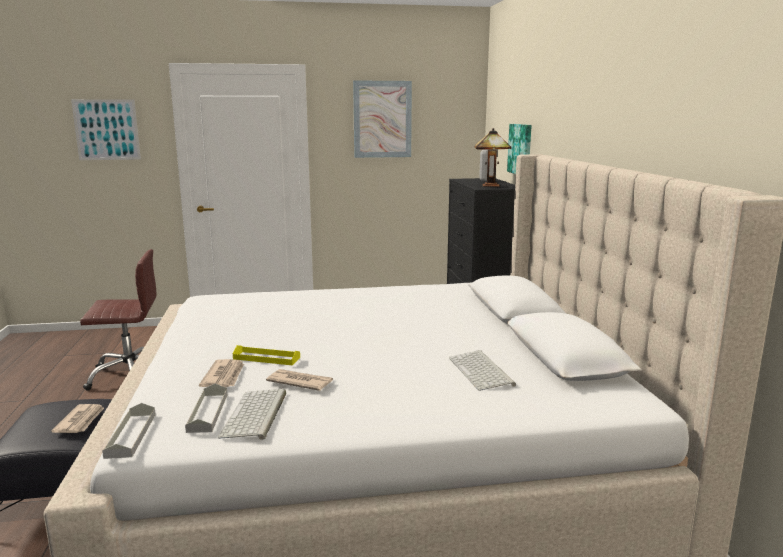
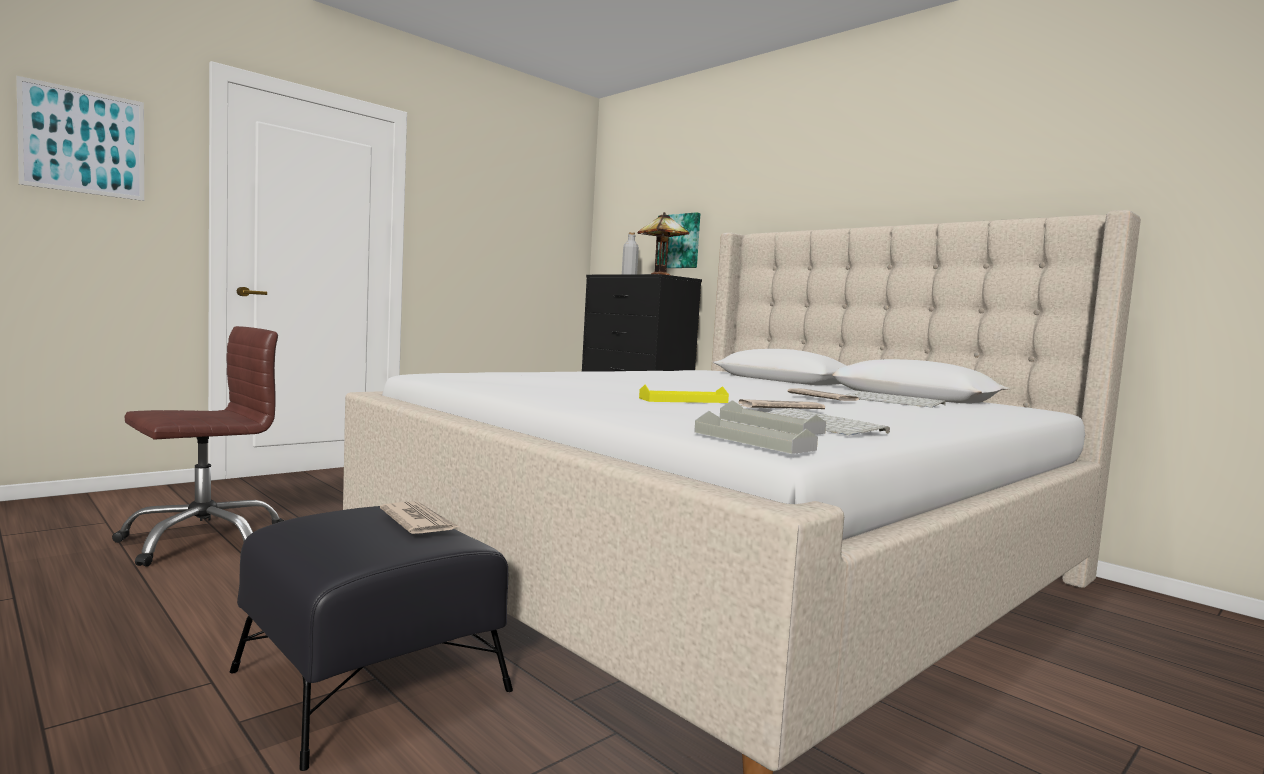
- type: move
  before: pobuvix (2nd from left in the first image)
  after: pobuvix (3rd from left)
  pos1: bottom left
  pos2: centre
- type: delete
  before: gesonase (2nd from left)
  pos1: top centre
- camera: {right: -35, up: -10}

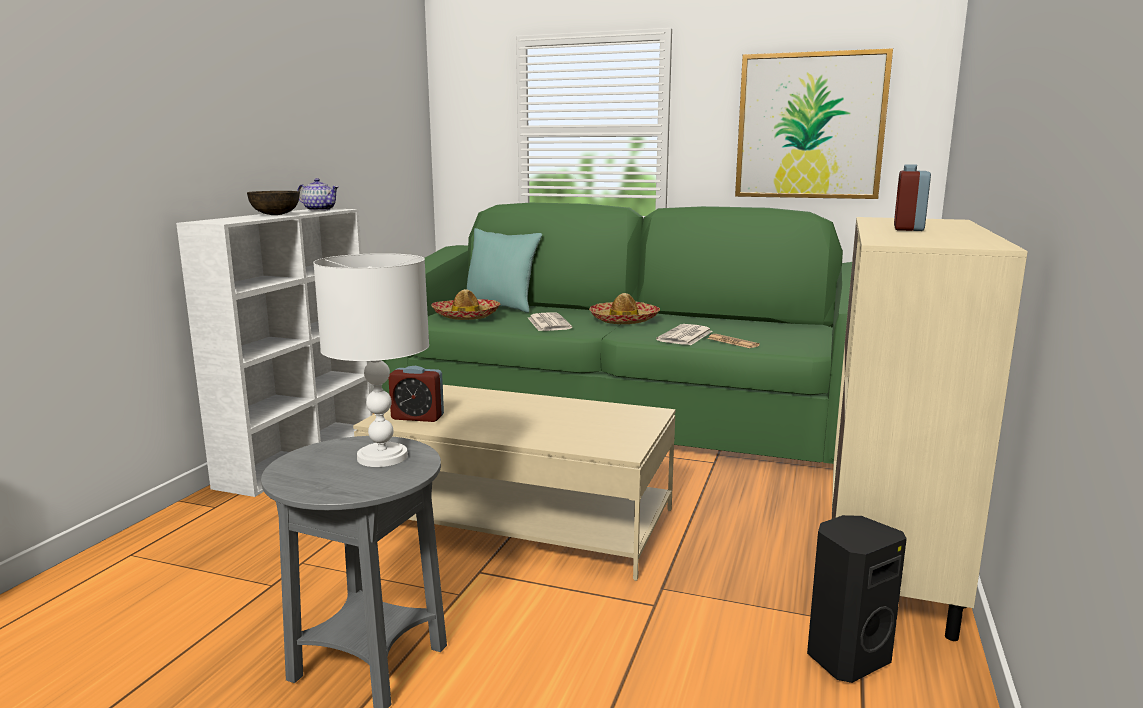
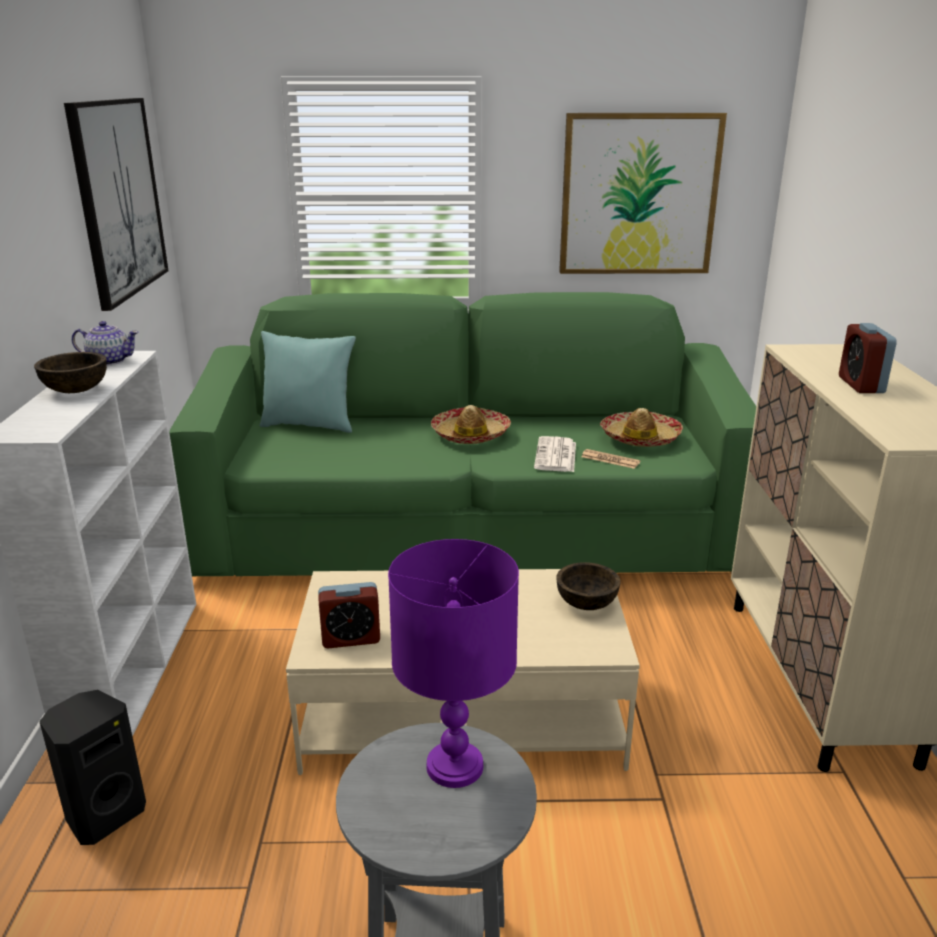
- type: recolor
  before: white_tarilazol
  after: purple_tarilazol
  pos1: middle left
  pos2: bottom centre
- type: move
  before: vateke (1st from left in the first image)
  after: vateke (2nd from left)
  pos1: centre
  pos2: middle right
- type: delete
  before: pobuvix (1st from left)
  pos1: centre
- type: move
  before: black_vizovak
  pos1: bottom right
  pos2: bottom left
- type: insert
  after: gesonase (1st from left)
  pos2: top left
- type: insert
  after: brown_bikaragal (2nd from left)
  pos2: centre
- camera: {right: -20, up: 10}

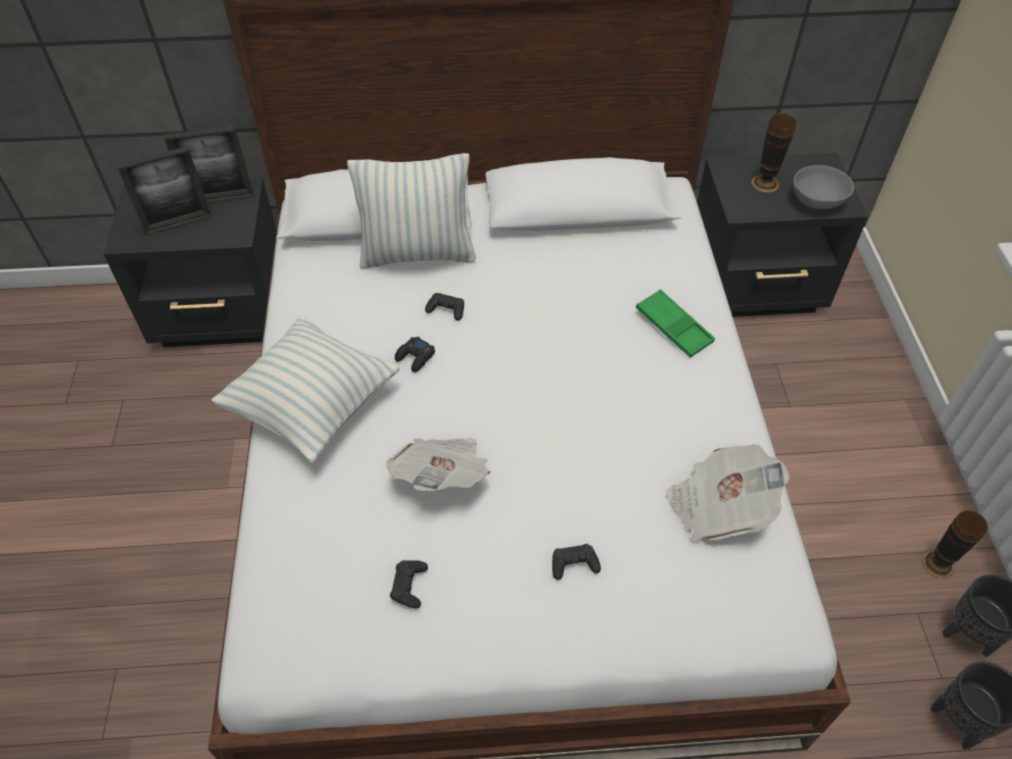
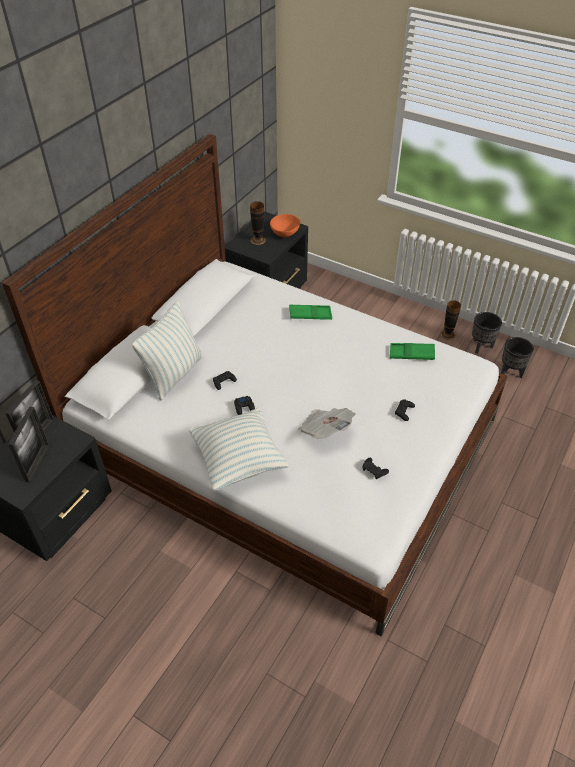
- type: replace
  before: pobuvix (2nd from left)
  after: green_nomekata (2nd from left)
  pos1: middle right
  pos2: middle right
- type: recolor
  before: grey_bikaragal
  after: orange_bikaragal
  pos1: top right
  pos2: top centre
- camera: {right: -55, up: -5}

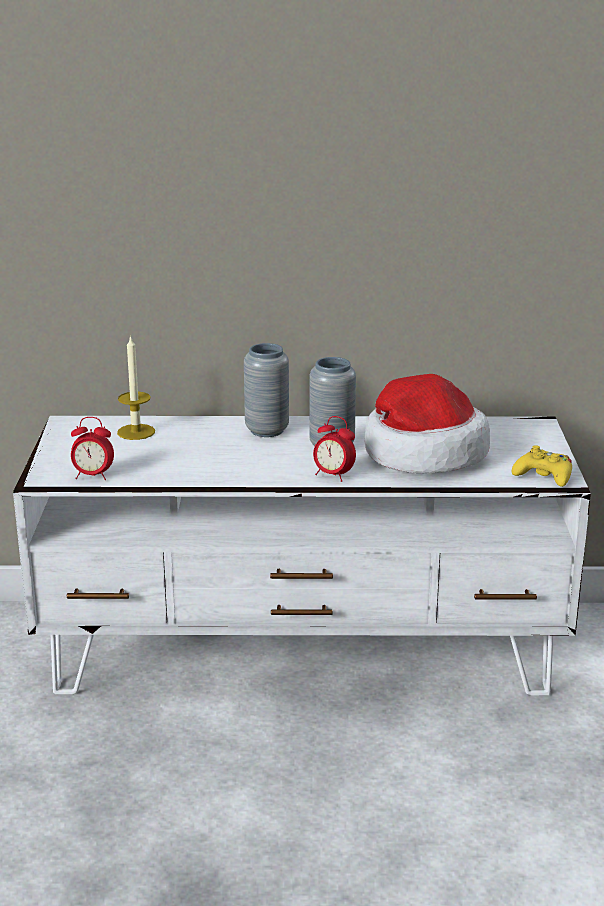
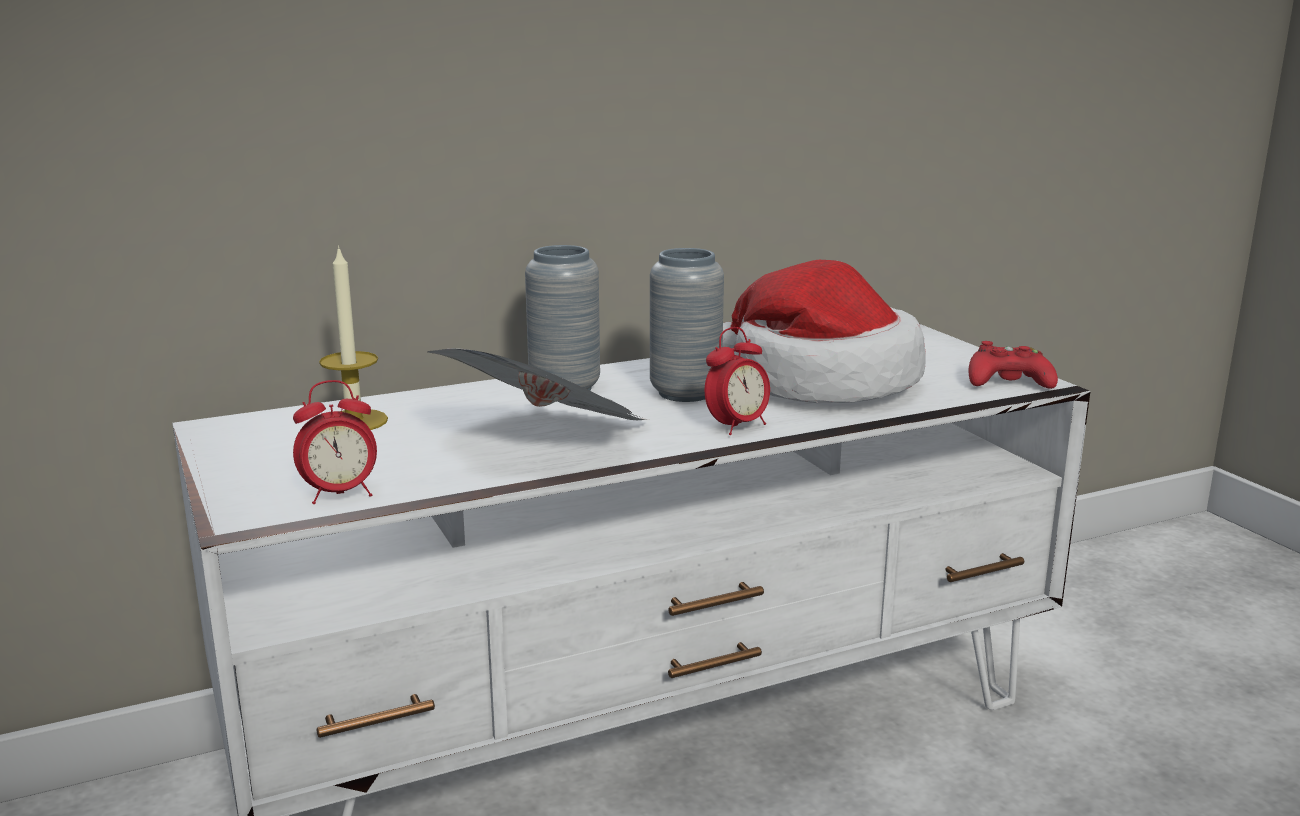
- type: rotate
  before: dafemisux (2nd from left)
  pos1: centre
  pos2: centre
  turn: -45
- type: recolor
  before: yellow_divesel
  after: red_divesel
  pos1: middle right
  pos2: middle right
- type: insert
  after: pobuvix
  pos2: centre
- camera: {right: -25, up: -5}

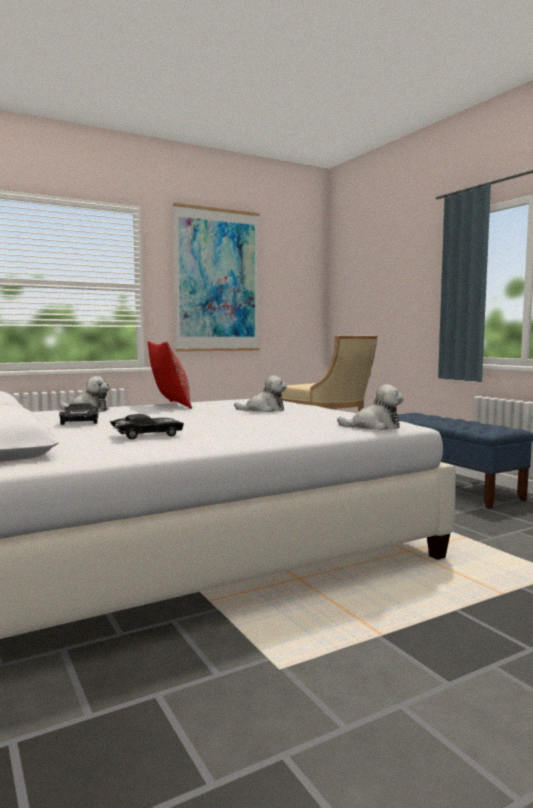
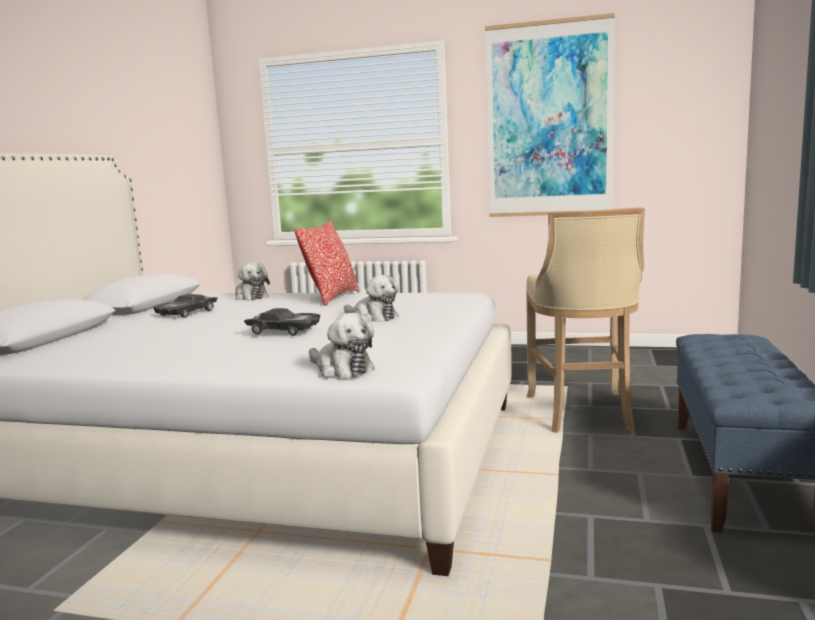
- type: move
  before: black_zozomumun (2nd from left)
  pos1: middle left
  pos2: centre
- camera: {right: 45, up: 5}

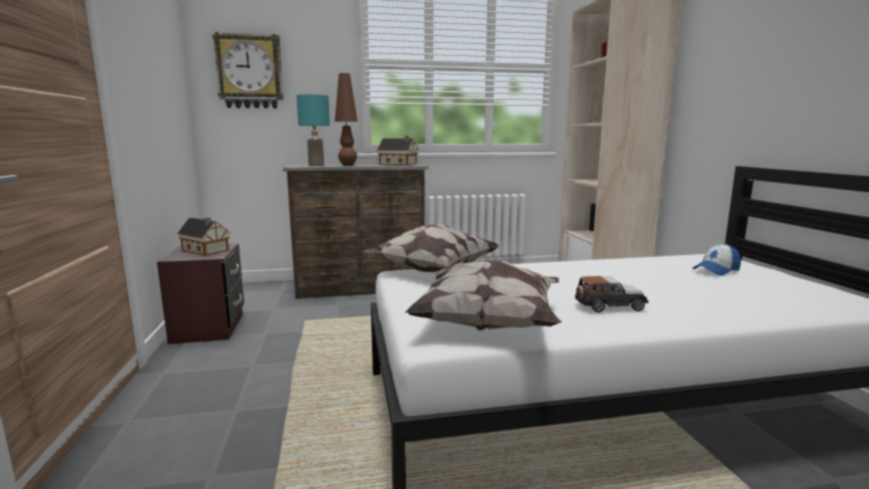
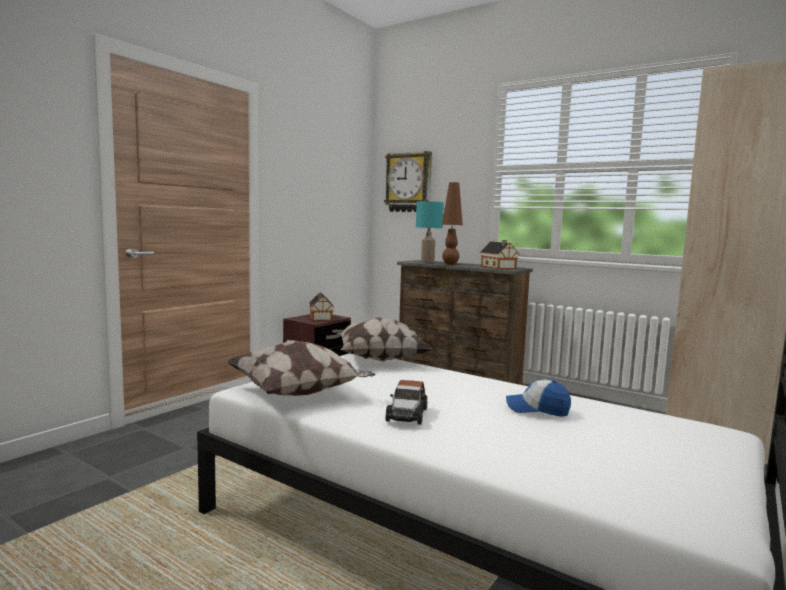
- type: rotate
  before: zozomumun
  pos1: middle right
  pos2: bottom centre
  turn: 60
- type: move
  before: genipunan
  pos1: middle right
  pos2: bottom right
- camera: {right: 45, up: -5}

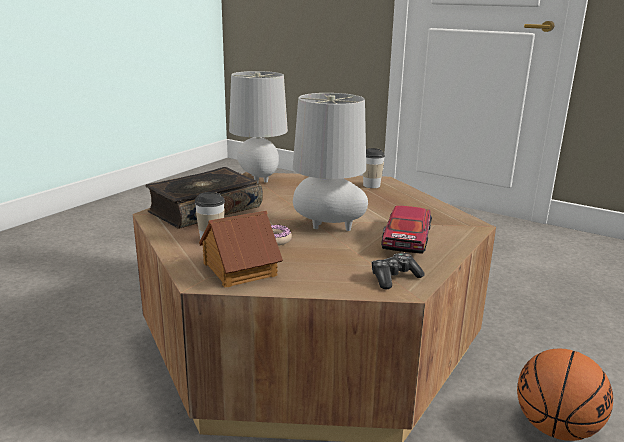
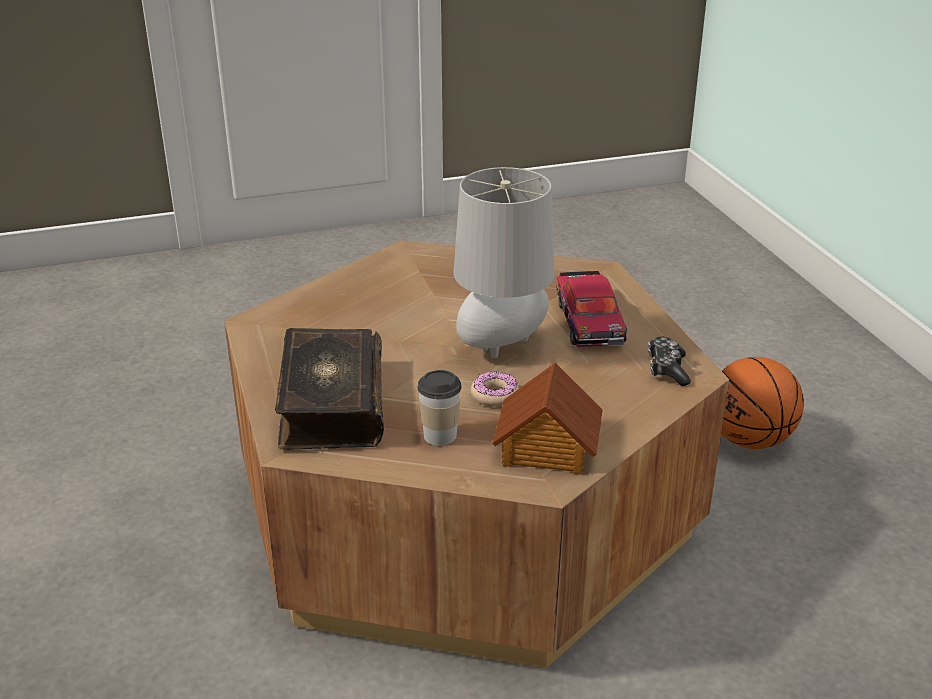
- type: delete
  before: grey_tarilazol (1st from left)
  pos1: top centre
- type: delete
  before: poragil (2nd from left)
  pos1: centre
- type: rotate
  before: zozomumun
  pos1: centre
  pos2: centre
  turn: -150
- camera: {right: -50, up: 10}

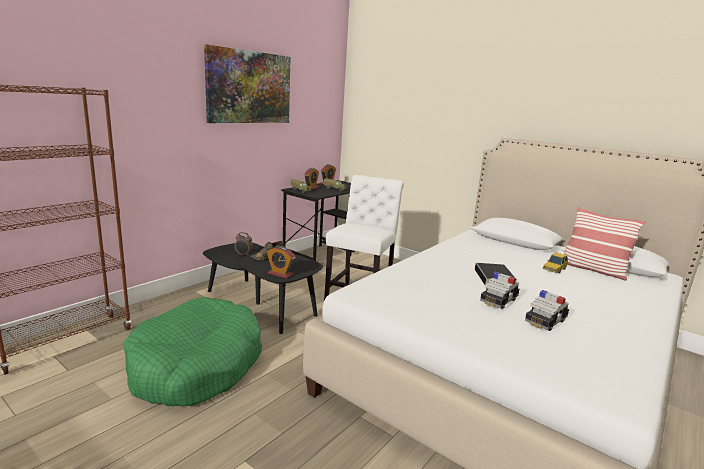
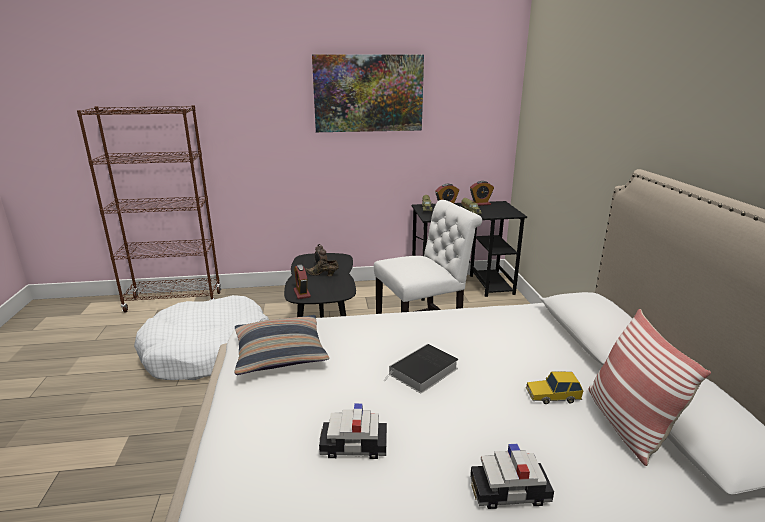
- type: recolor
  before: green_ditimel
  after: white_ditimel
  pos1: bottom left
  pos2: middle left
- type: move
  before: zozomumun (1st from left in the first image)
  after: zozomumun (2nd from left)
  pos1: middle right
  pos2: bottom right
- type: insert
  after: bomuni (1st from left)
  pos2: centre
- camera: {right: 45, up: 5}

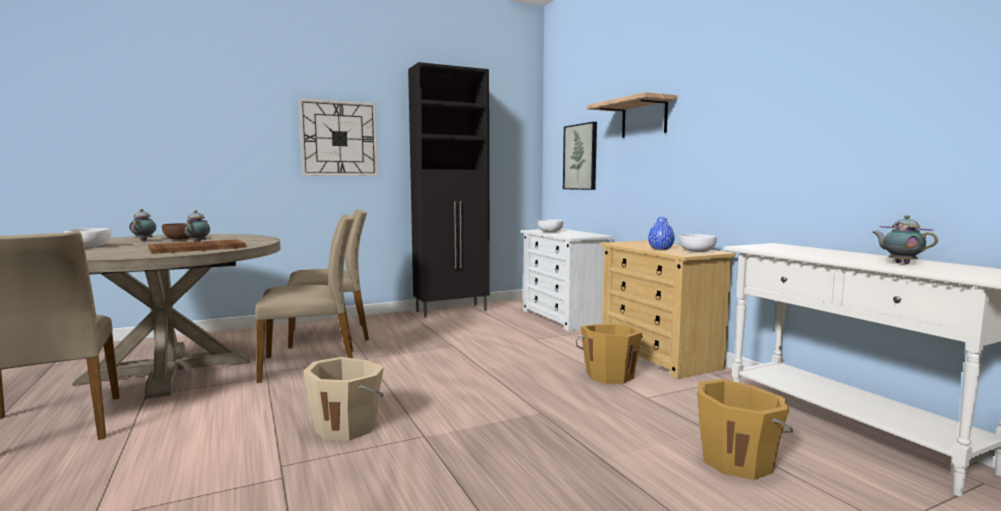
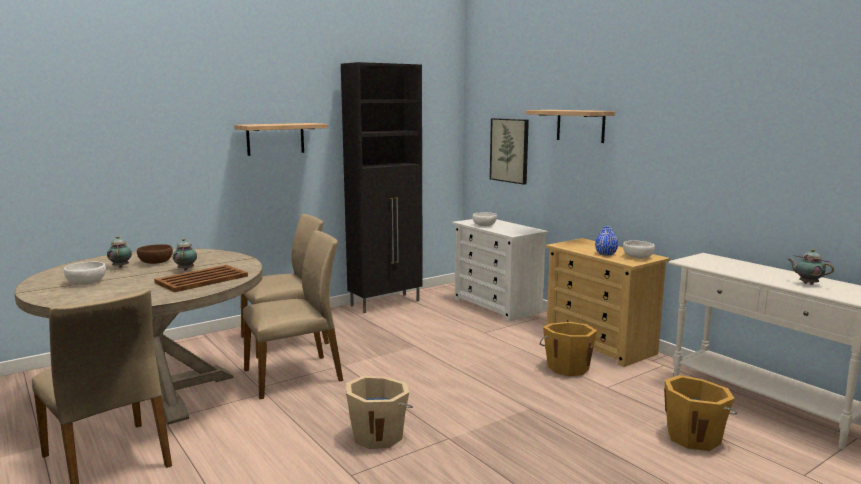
- type: replace
  before: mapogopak
  after: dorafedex (1st from left)
  pos1: top centre
  pos2: top left
- camera: {right: -10, up: 5}

